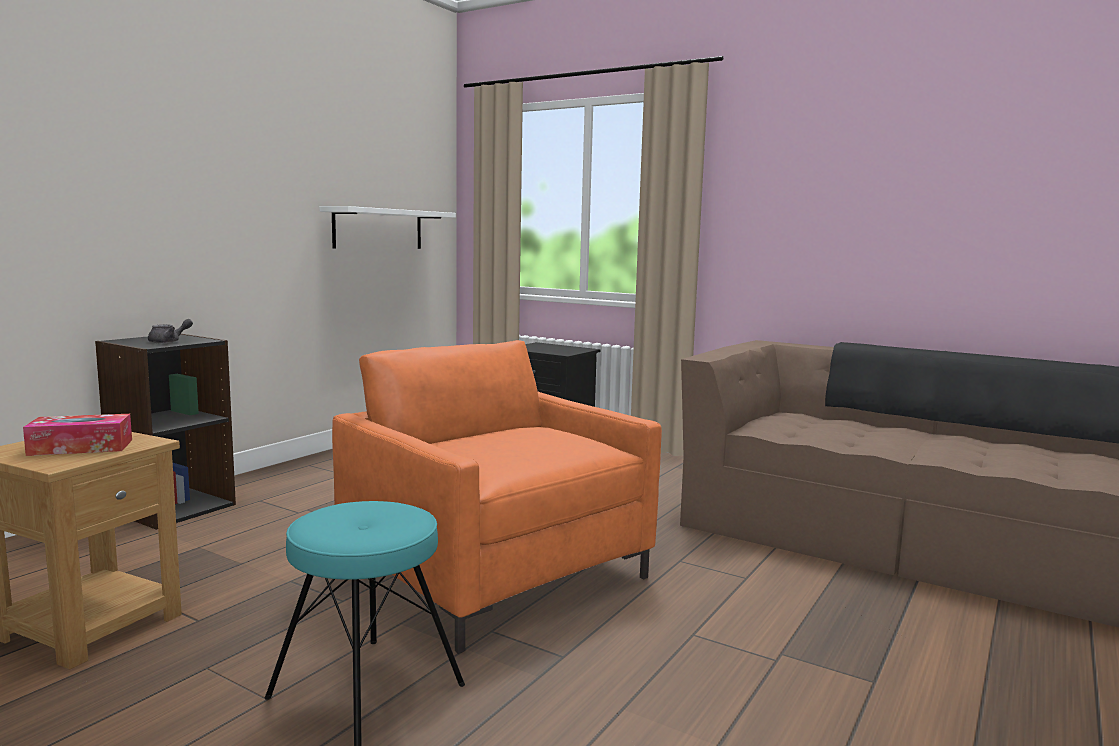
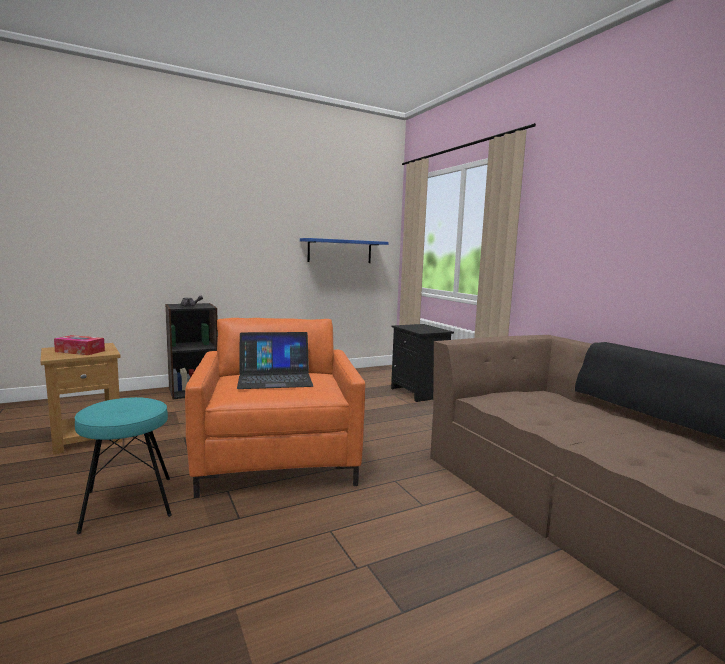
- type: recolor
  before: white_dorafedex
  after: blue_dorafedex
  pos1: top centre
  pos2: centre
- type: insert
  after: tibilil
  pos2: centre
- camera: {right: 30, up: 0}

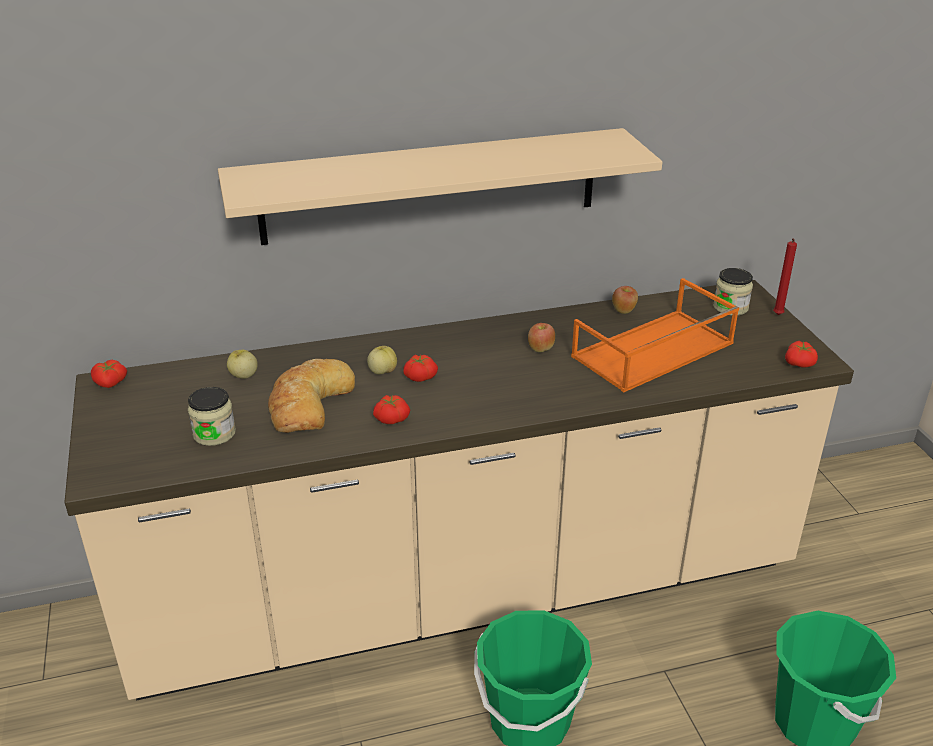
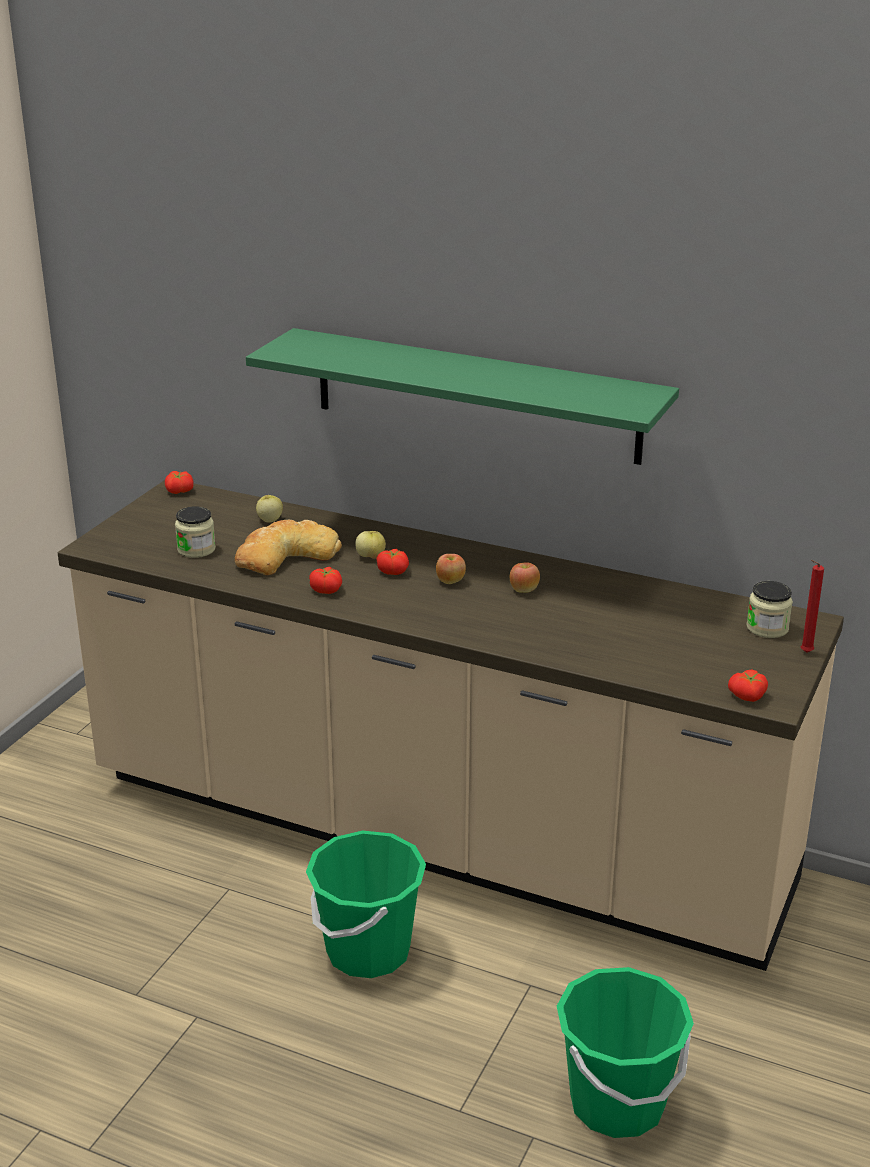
- type: recolor
  before: beige_dorafedex
  after: green_dorafedex
  pos1: top centre
  pos2: centre
- type: delete
  before: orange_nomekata
  pos1: middle right
- type: move
  before: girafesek (4th from left in the first image)
  after: girafesek (3rd from left)
  pos1: middle right
  pos2: centre
- camera: {right: 40, up: -5}

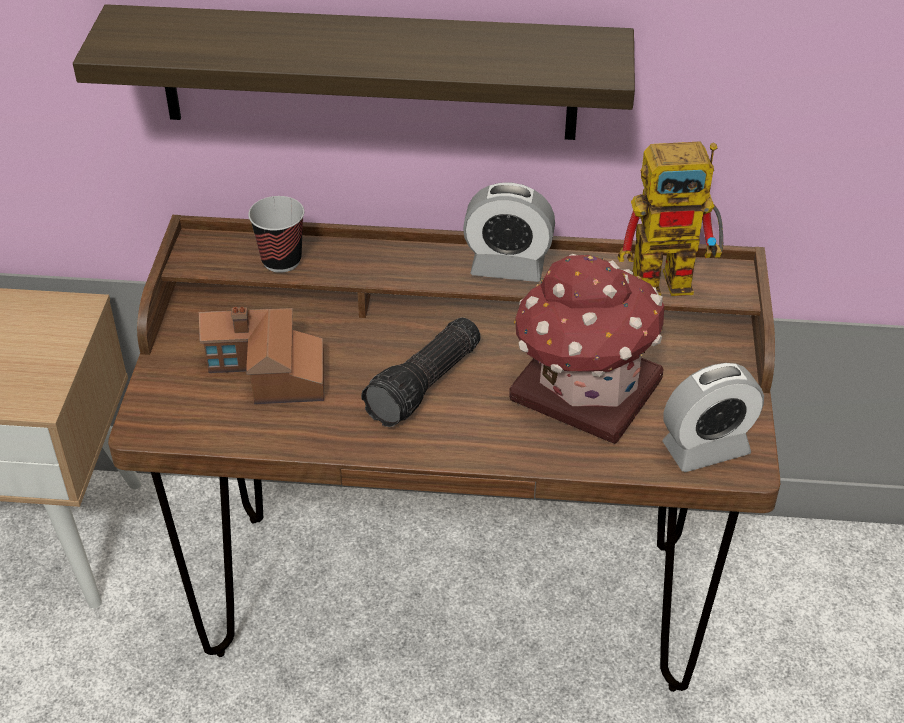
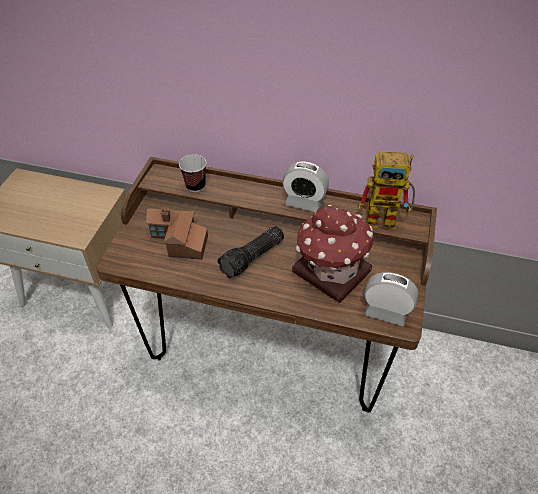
- type: delete
  before: dorafedex
  pos1: top centre
- type: rotate
  before: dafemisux (2nd from left)
  pos1: middle right
  pos2: middle right
  turn: -150
- camera: {right: 10, up: 5}

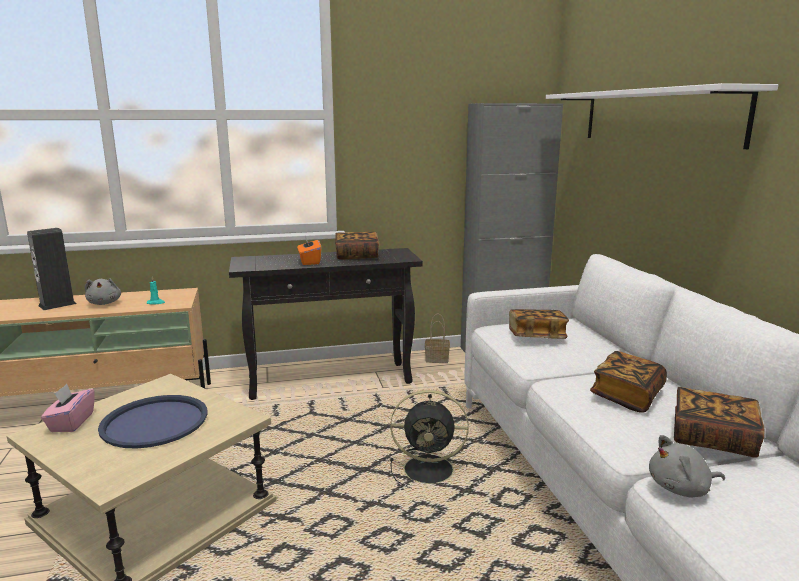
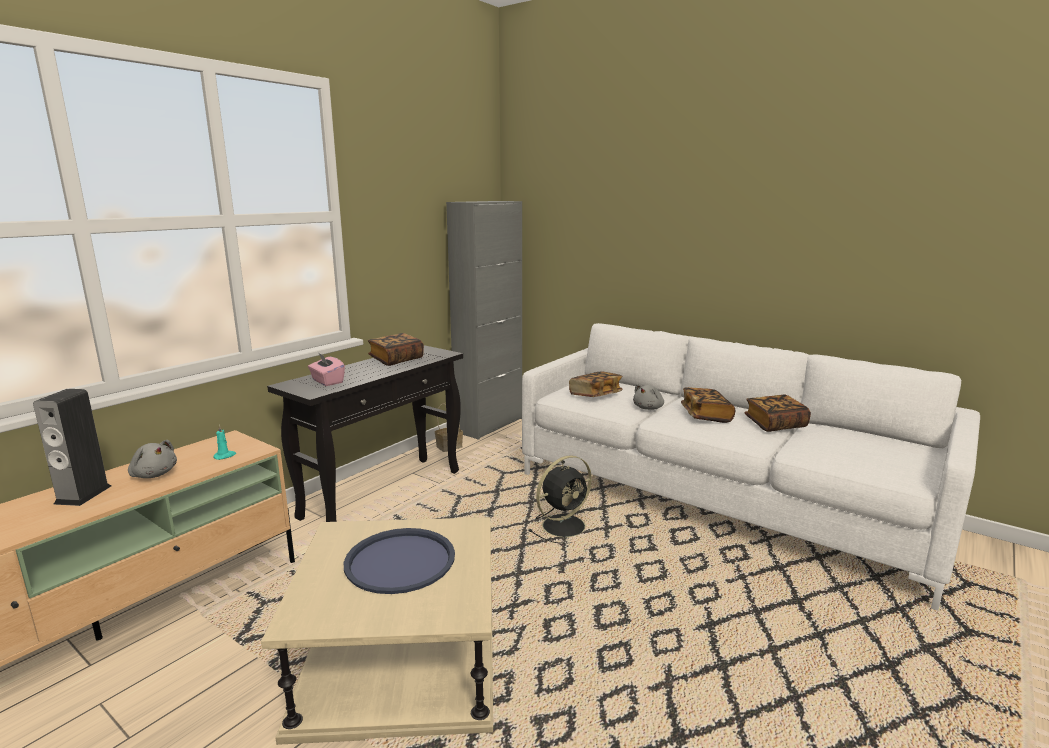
- type: move
  before: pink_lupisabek
  pos1: bottom left
  pos2: middle left
- type: delete
  before: orange_lupisabek
  pos1: centre
- type: delete
  before: white_dorafedex
  pos1: top right
- type: move
  before: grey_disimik (2nd from left)
  pos1: bottom right
  pos2: centre
- camera: {right: -40, up: 0}

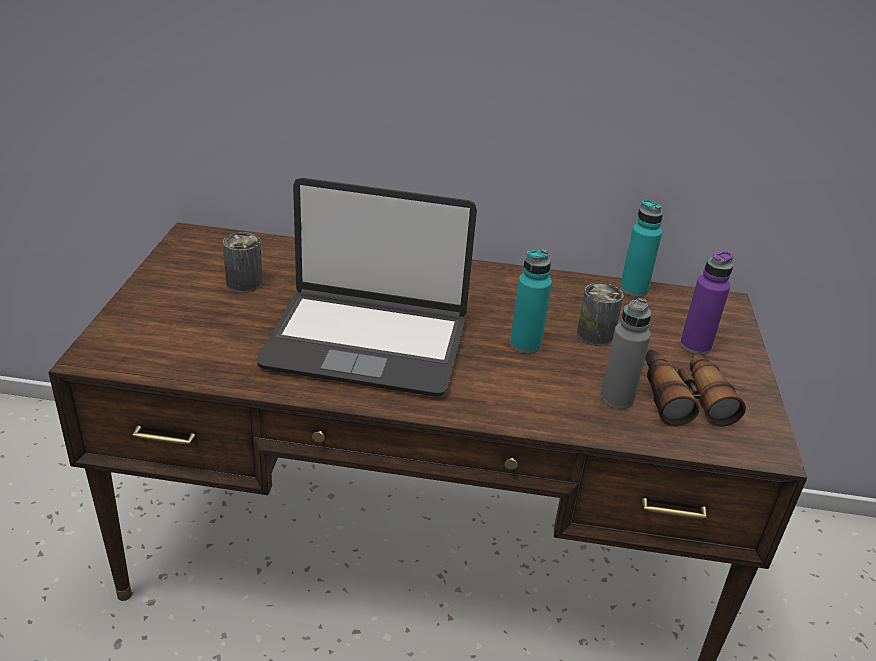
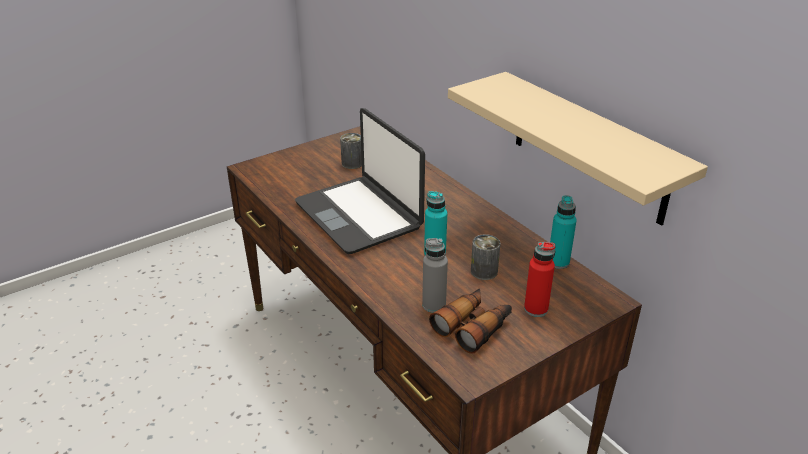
- type: recolor
  before: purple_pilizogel
  after: red_pilizogel
  pos1: middle right
  pos2: middle right
- type: insert
  after: beige_dorafedex
  pos2: top right
- camera: {right: 50, up: 0}

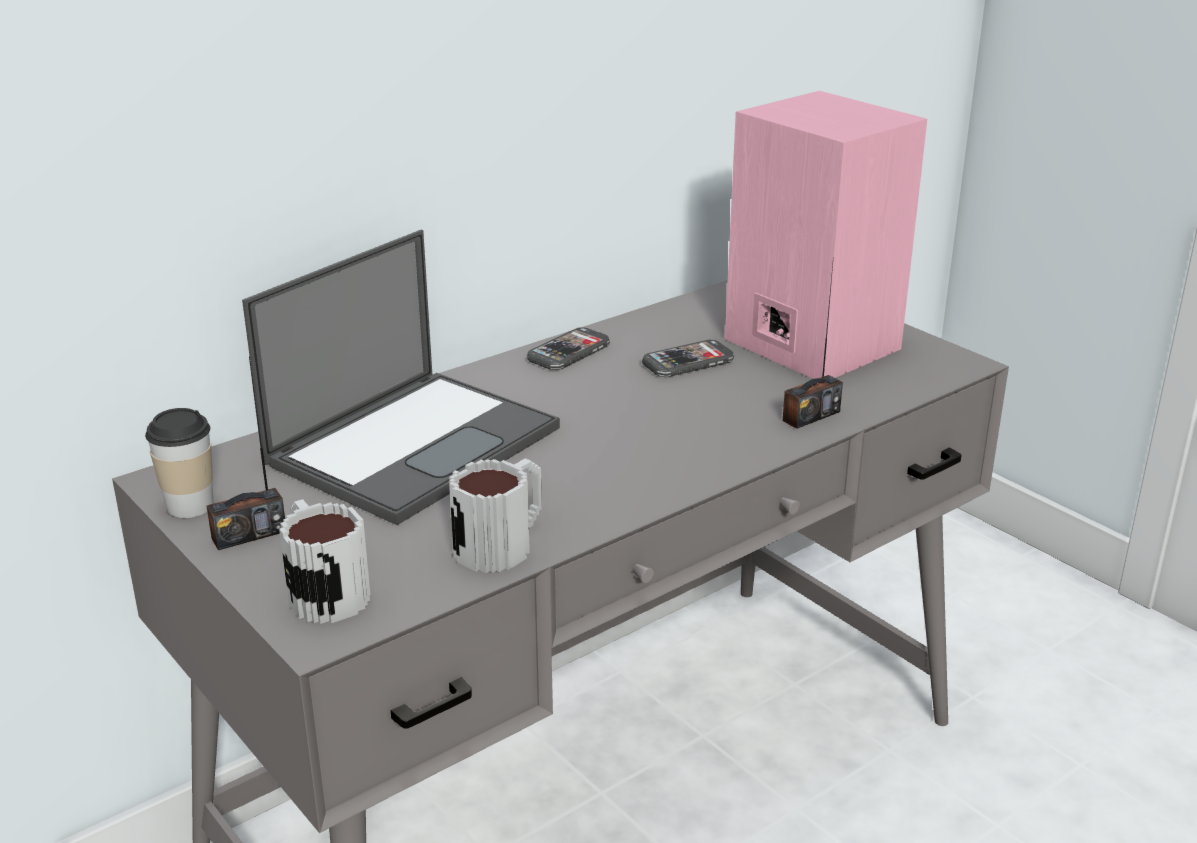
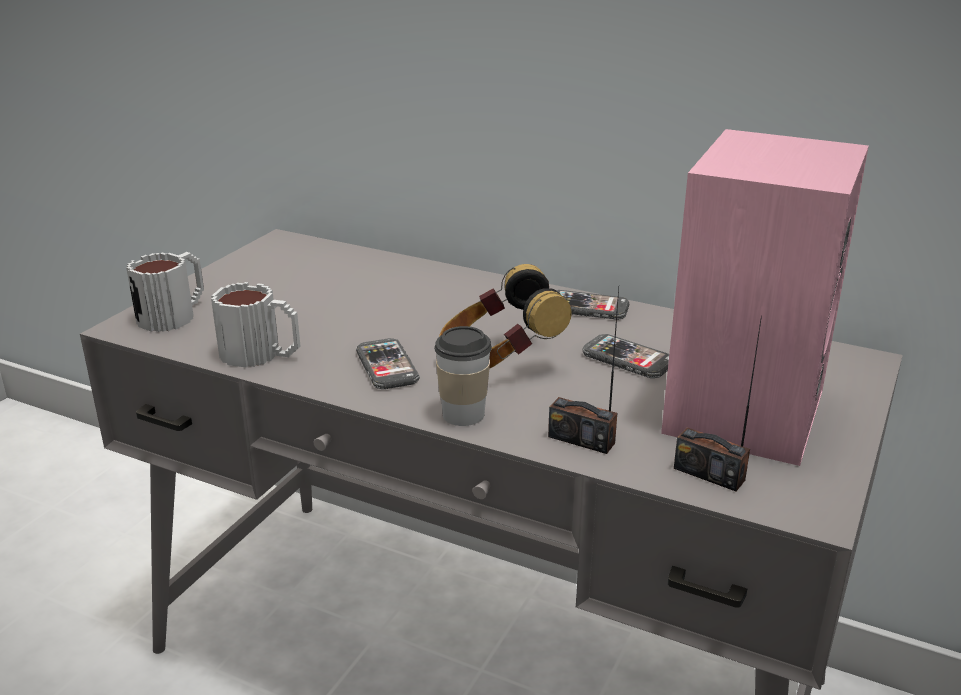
- type: move
  before: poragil
  pos1: middle left
  pos2: centre
- type: move
  before: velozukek (1st from left in the first image)
  after: velozukek (2nd from left)
  pos1: middle left
  pos2: middle right
- type: delete
  before: tibilil
  pos1: centre
- type: insert
  after: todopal (1st from left)
  pos2: centre
- type: insert
  after: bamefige
  pos2: centre
- camera: {right: 65, up: 0}

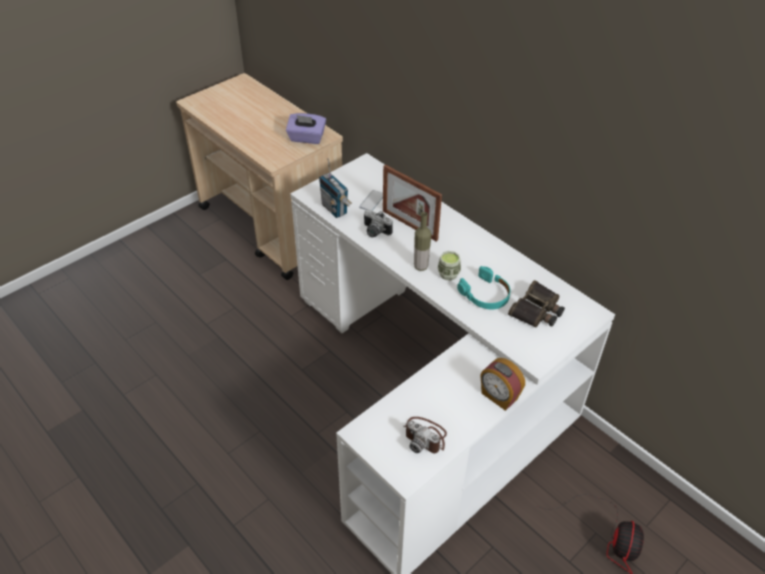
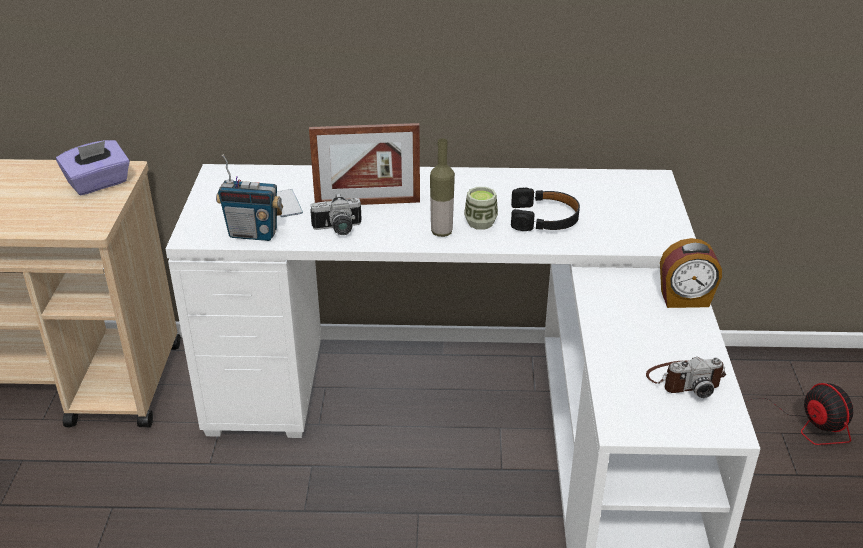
- type: recolor
  before: turquoise_bamefige
  after: black_bamefige
  pos1: centre
  pos2: centre
- type: delete
  before: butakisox
  pos1: middle right
- camera: {right: -45, up: -10}

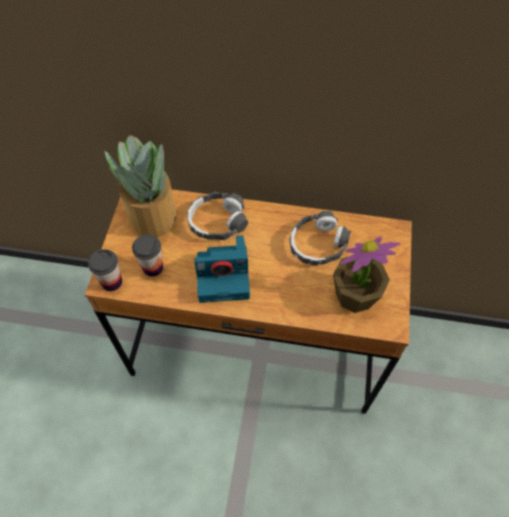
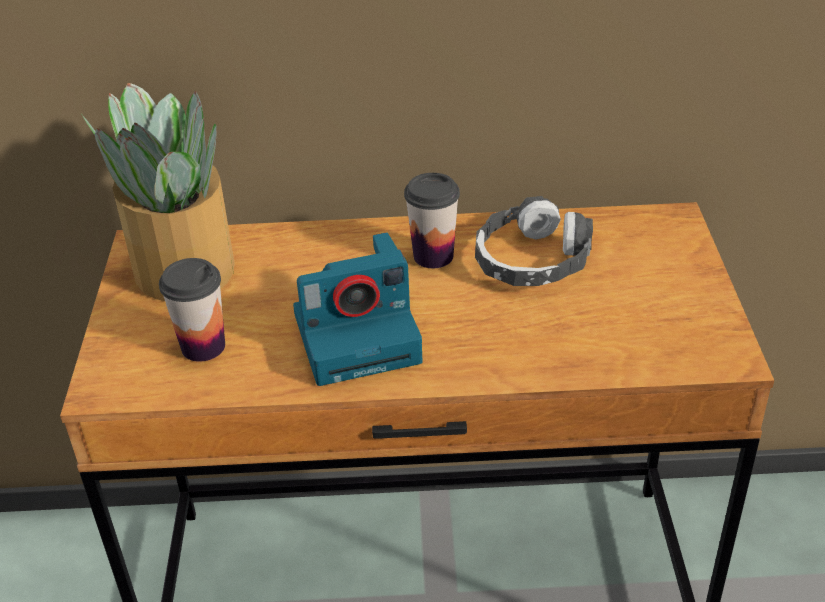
- type: move
  before: poragil (1st from left in the first image)
  after: poragil (2nd from left)
  pos1: middle left
  pos2: centre
- type: delete
  before: bamefige (1st from left)
  pos1: centre
- type: delete
  before: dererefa (2nd from left)
  pos1: middle right
- camera: {right: -10, up: -20}

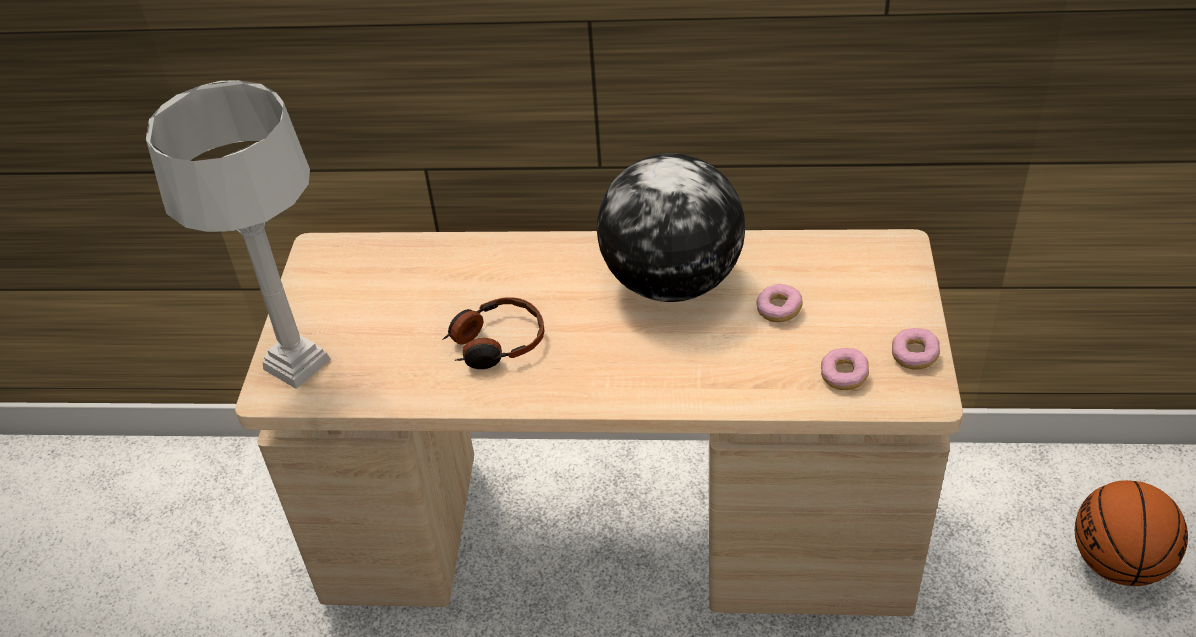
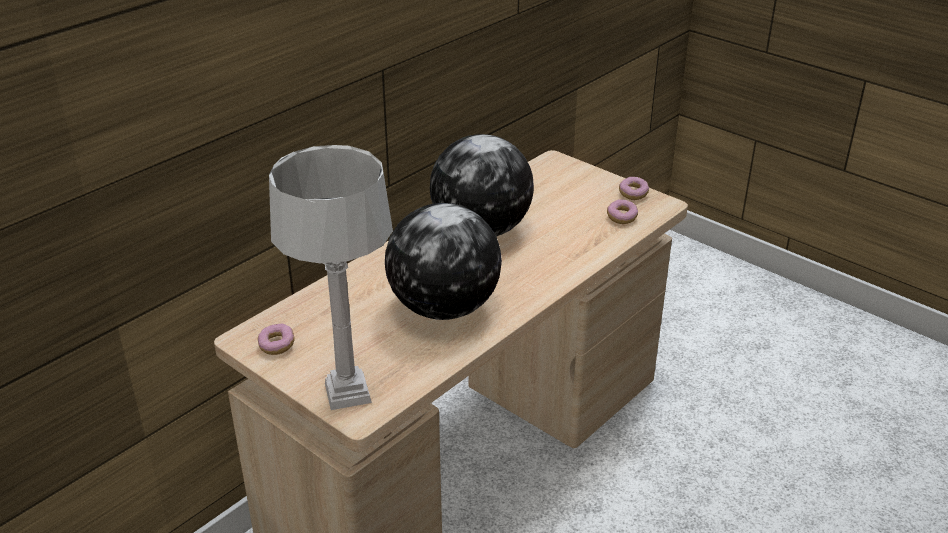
- type: replace
  before: bamefige
  after: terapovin (1st from left)
  pos1: centre
  pos2: centre
- type: move
  before: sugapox (1st from left)
  pos1: centre
  pos2: middle left
- type: delete
  before: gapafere
  pos1: bottom right
- camera: {right: -55, up: -10}

